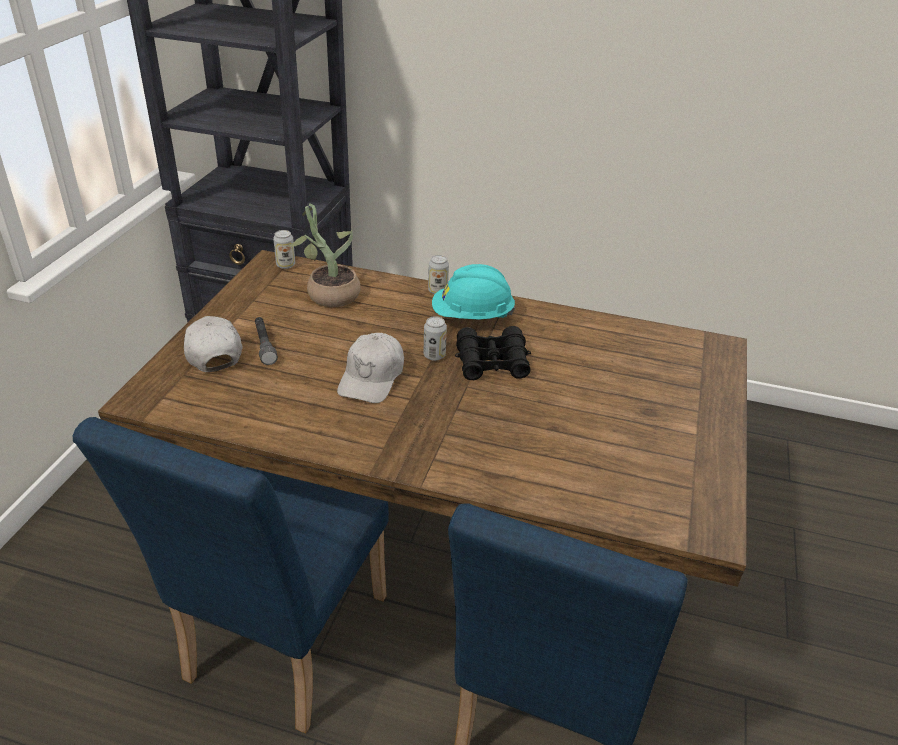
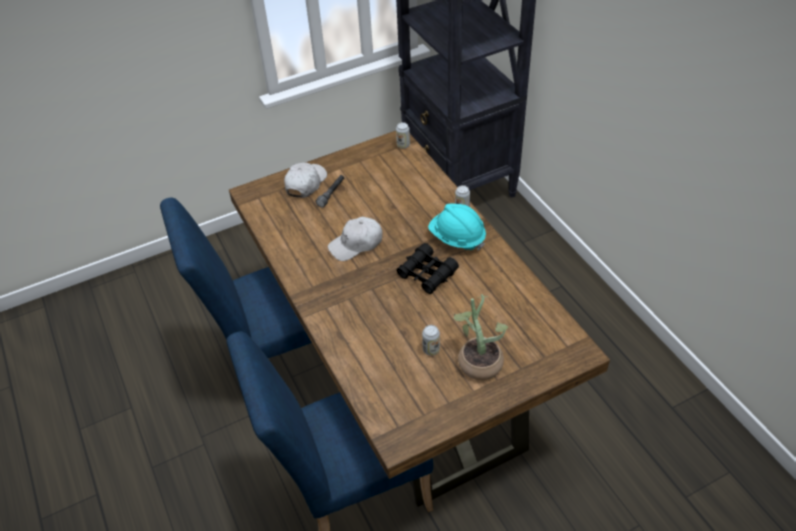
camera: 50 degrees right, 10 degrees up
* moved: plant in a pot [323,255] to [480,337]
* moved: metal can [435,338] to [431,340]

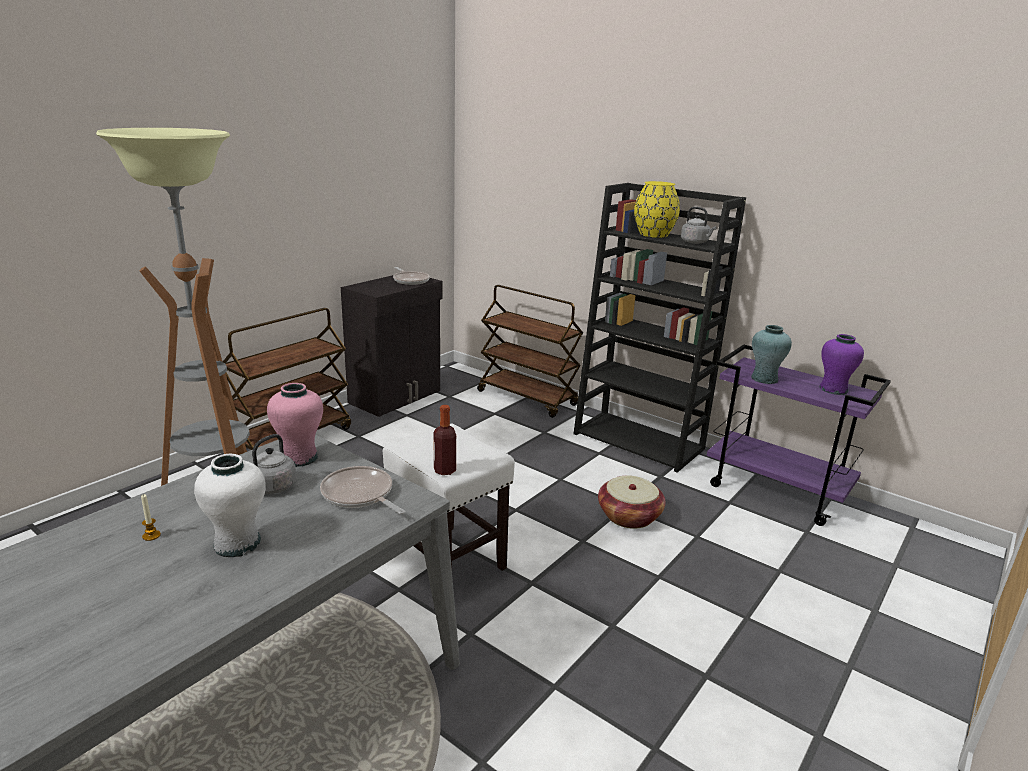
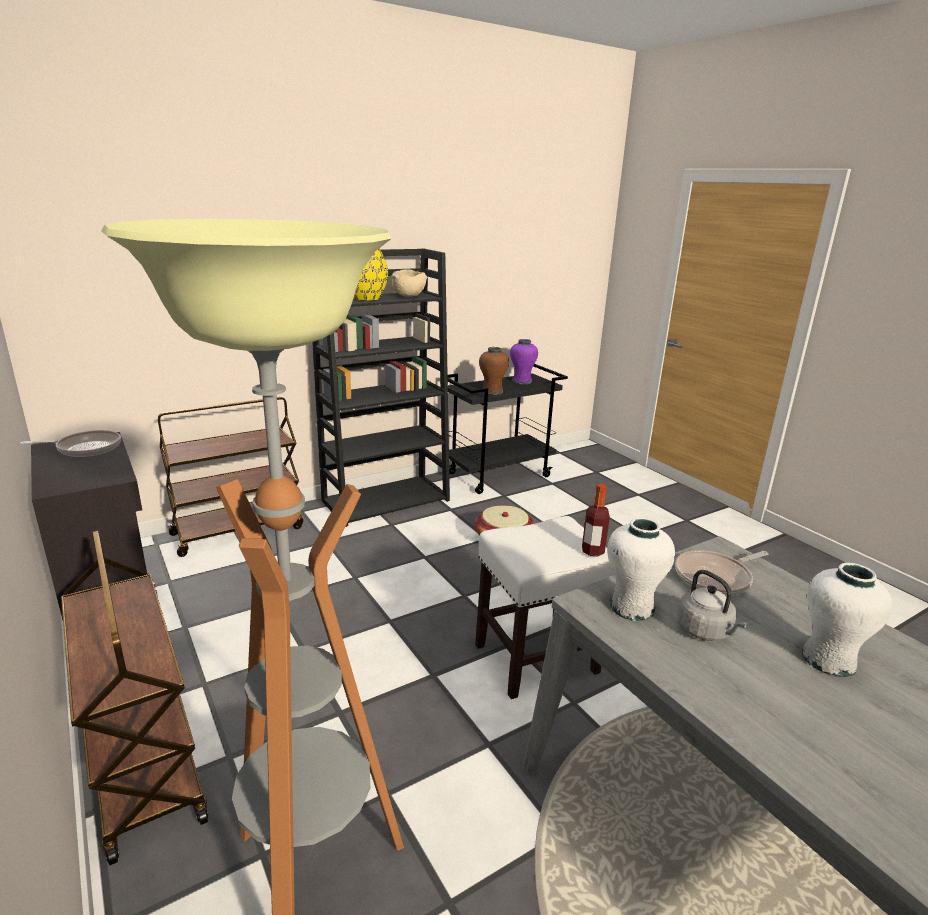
camera: 70 degrees left, 0 degrees up
* removed: candle [151,517]
* replaced: grey water kettle [699,225] to sand-coloured deep dish [409,283]
* recoloured: pink-coloured flower vase [295,425] to white flower vase [641,569]
* recoloured: purplish trolley [799,435] to blackish trolley [508,429]
* recoloured: turquoise flower vase [771,354] to brownish flower vase [494,371]

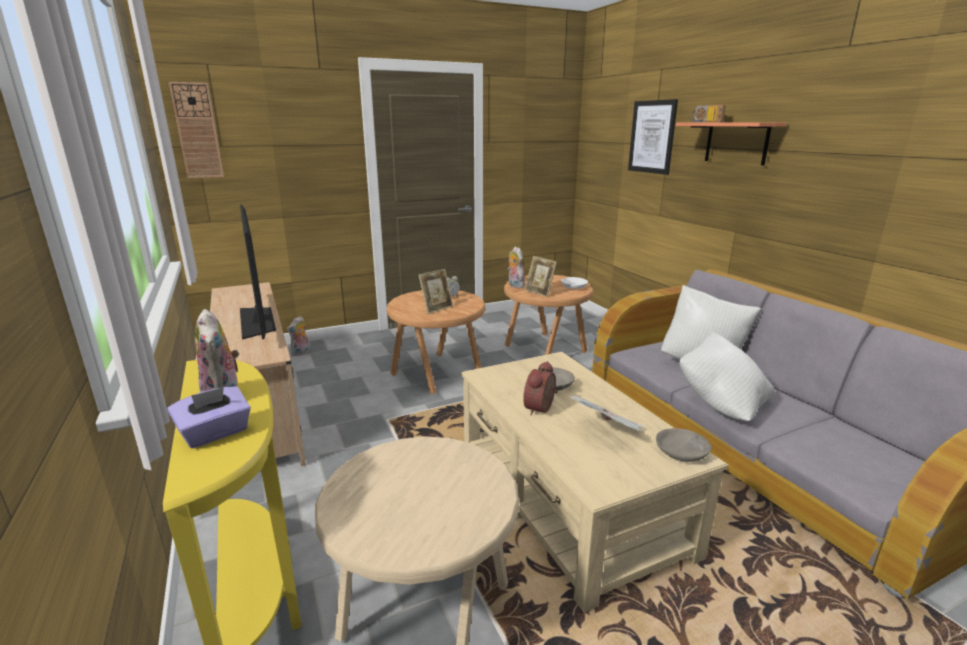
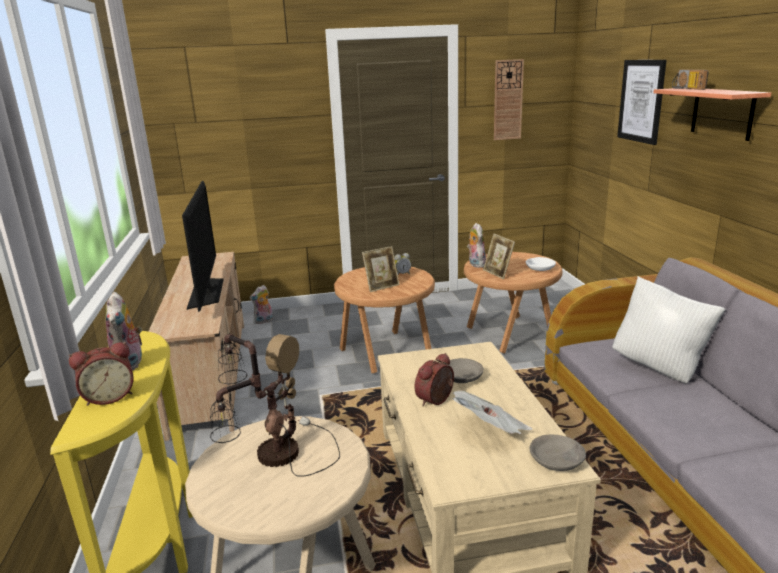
camera: 15 degrees right, 0 degrees up
* removed: white pillow [727,376]
* added: lamp for a table [275,405]
* moved: clock on the wall [196,130] to [509,99]
* replaced: purplish tissue box [209,417] to alarm clock [101,374]

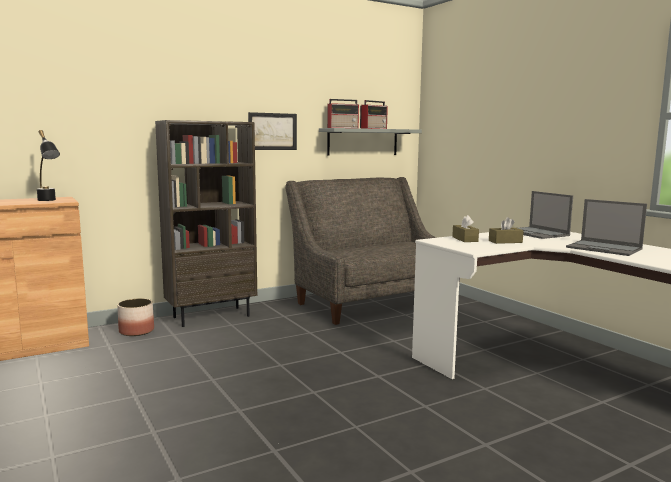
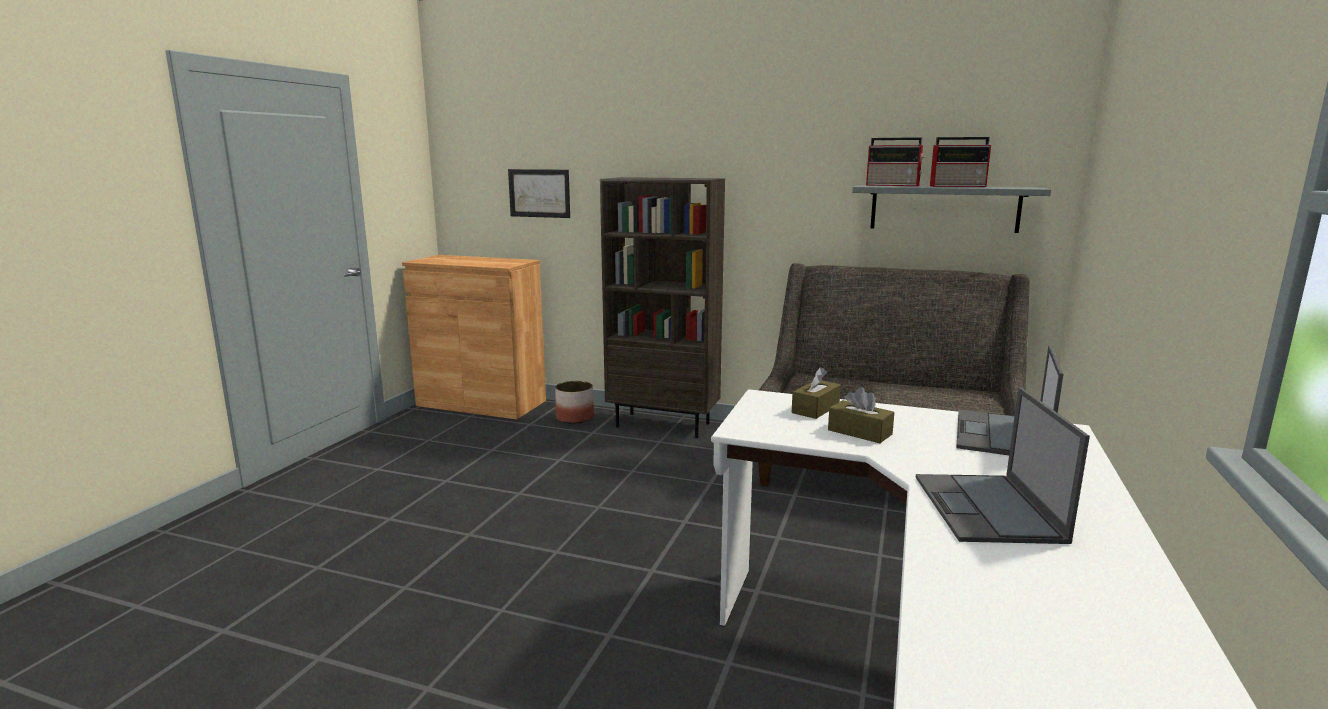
camera: 50 degrees right, 5 degrees up
* removed: blackish lamp for a table [48,165]
* moved: wall picture [272,131] to [539,193]

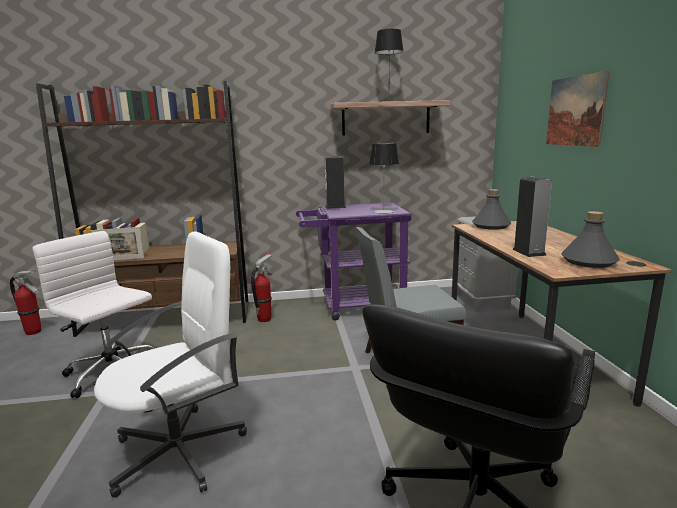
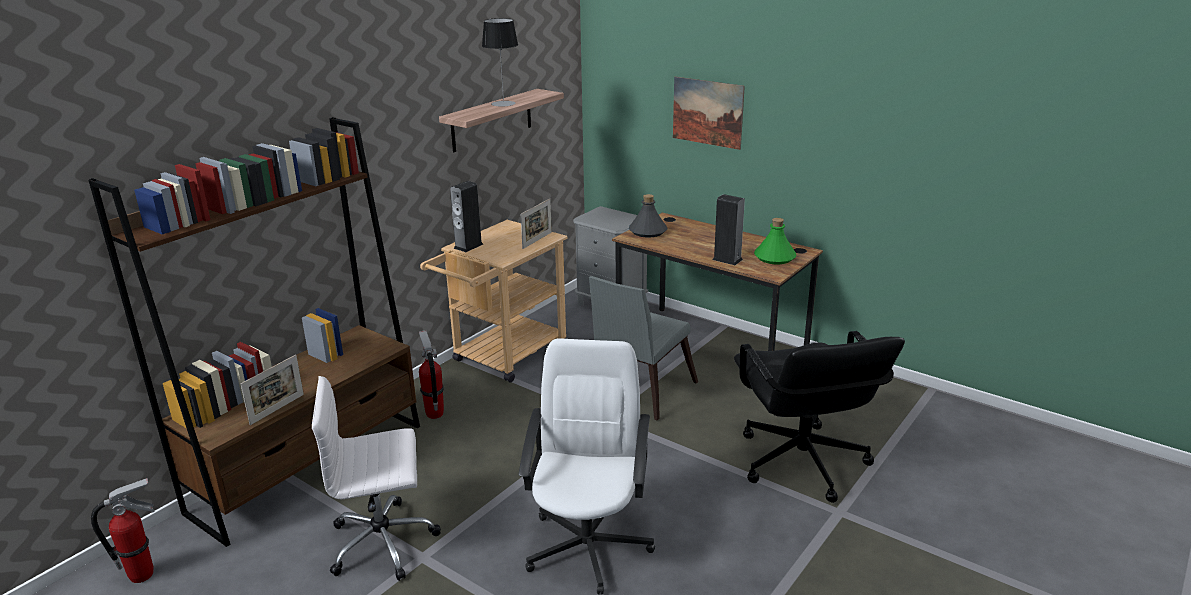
camera: 45 degrees left, 10 degrees up
* replaced: lamp for a table [384,178] to photo frame [536,224]
* recoloured: purplish trolley [353,261] to sand-coloured trolley [494,301]
* recoloured: grey beverage bottle [590,239] to green-coloured beverage bottle [775,241]

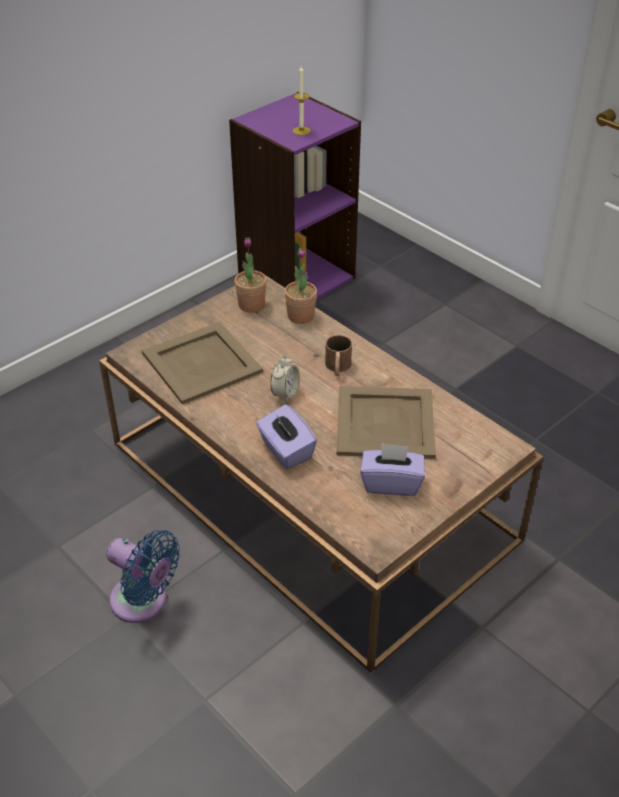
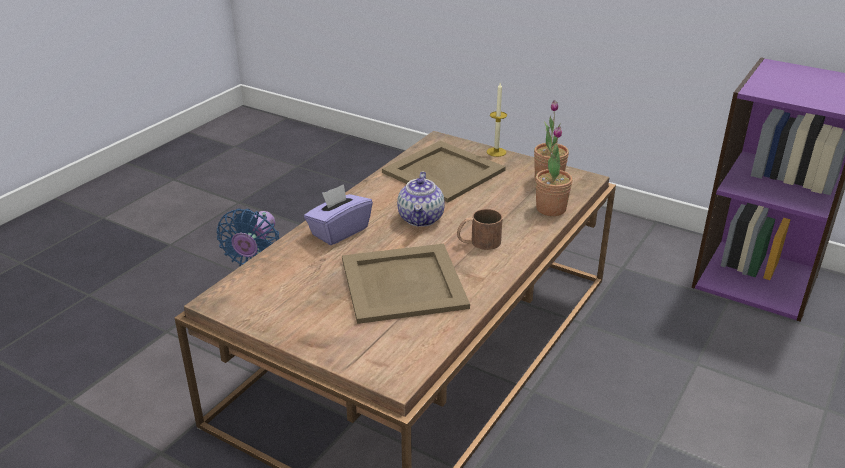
camera: 75 degrees right, 10 degrees down
* removed: purplish tissue box [392,469]
* moved: candle [302,100] to [497,120]
* replaced: alarm clock [285,378] to tea pot [421,199]

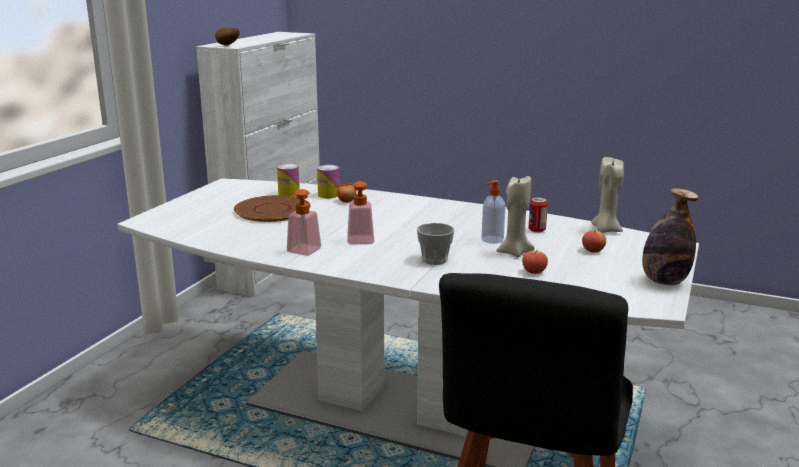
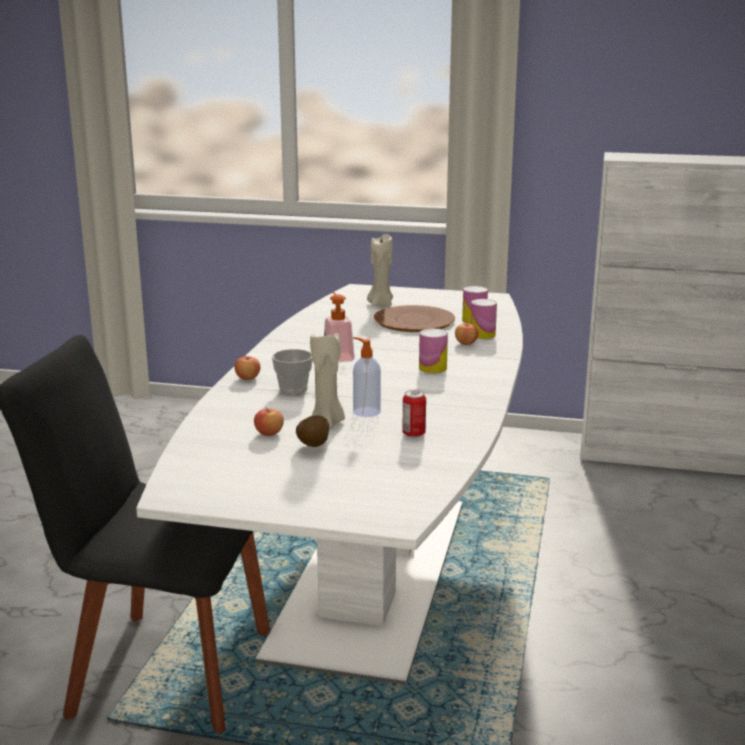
camera: 80 degrees right, 0 degrees up
* removed: soap dispenser [304,222]
* removed: beverage bottle [670,236]
* added: metal can [433,351]
* moved: spud [227,36] to [312,431]
* moved: whole apple [594,241] to [247,367]
* moved: sand-coloured candle [607,195] to [380,270]

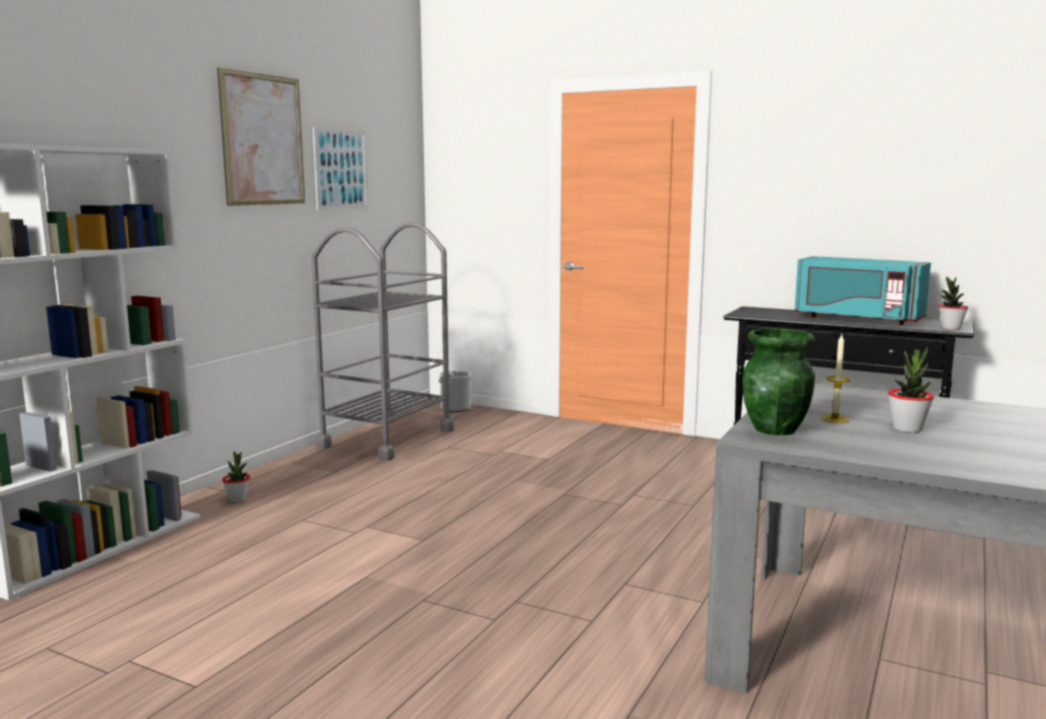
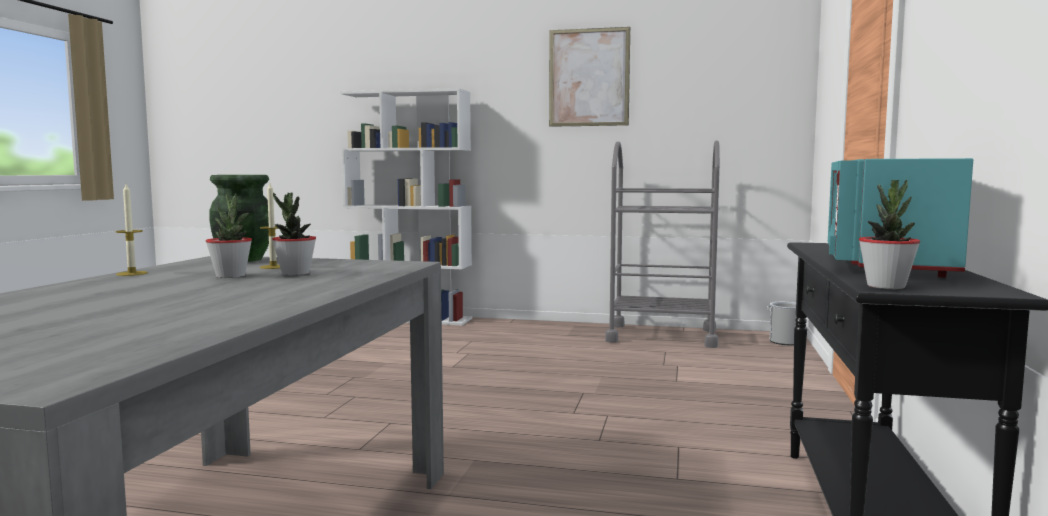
camera: 75 degrees right, 5 degrees down
* removed: wall picture [340,168]
* added: candle [131,230]
* moved: plant in a pot [236,476] to [294,234]

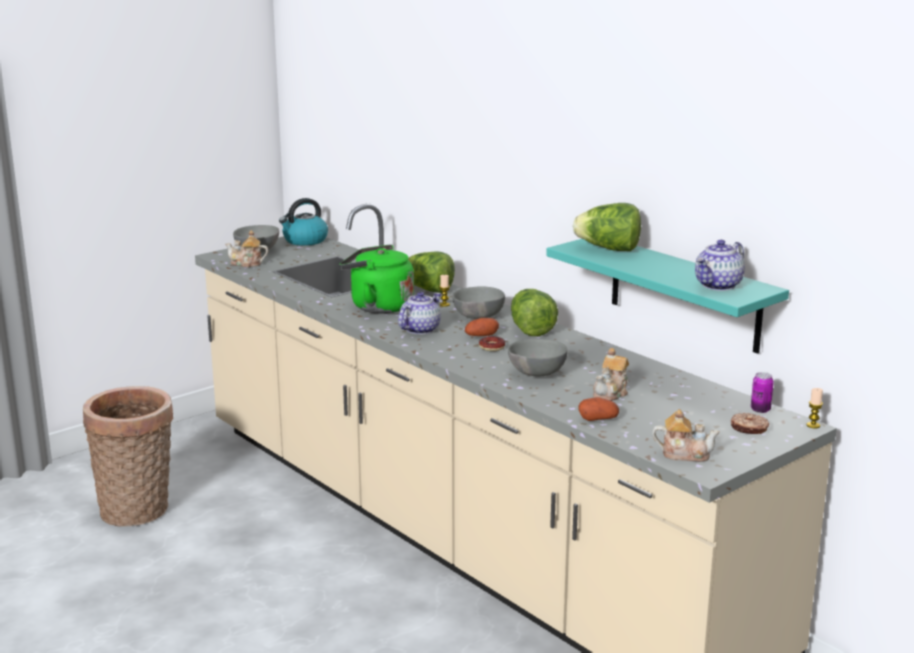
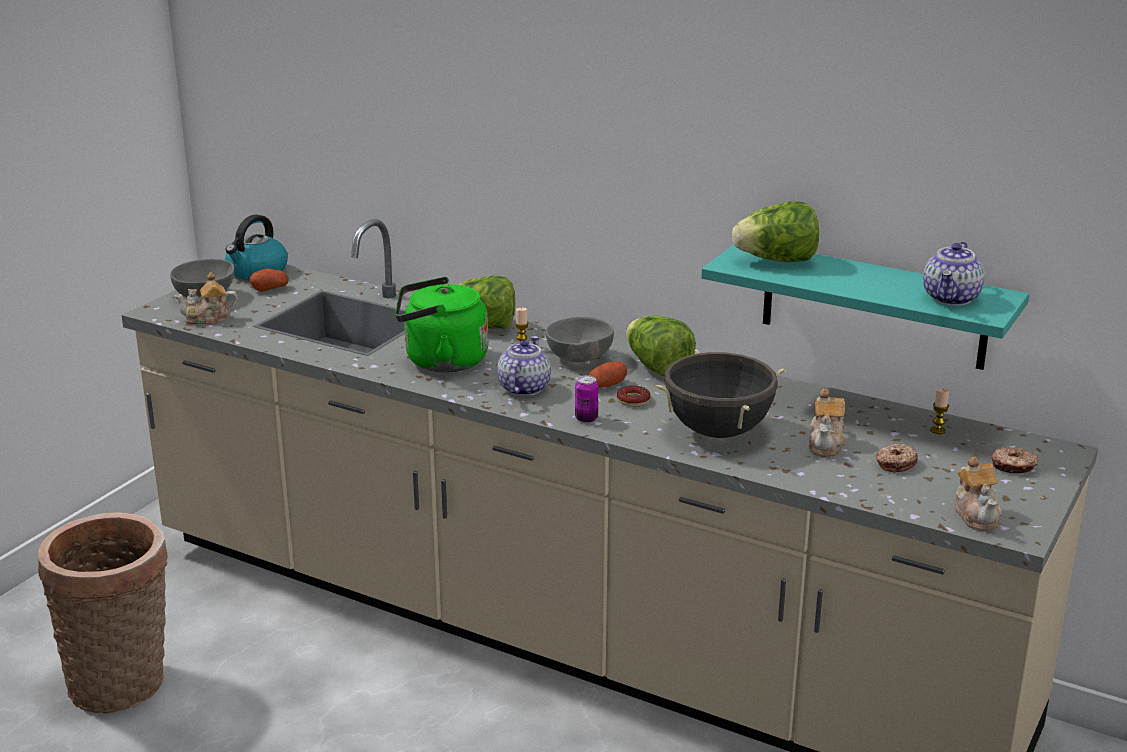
camera: 20 degrees left, 5 degrees up
* added: ring doughnut [896,458]
* moved: spud [598,409] to [269,280]
* moved: metal can [762,392] to [586,399]
* moved: candle [815,408] to [939,411]
* replaced: grey deep dish [538,357] to blackish stockpot [720,393]
* turned: tea pot [686,435] = [978,493] 90 degrees clockwise

